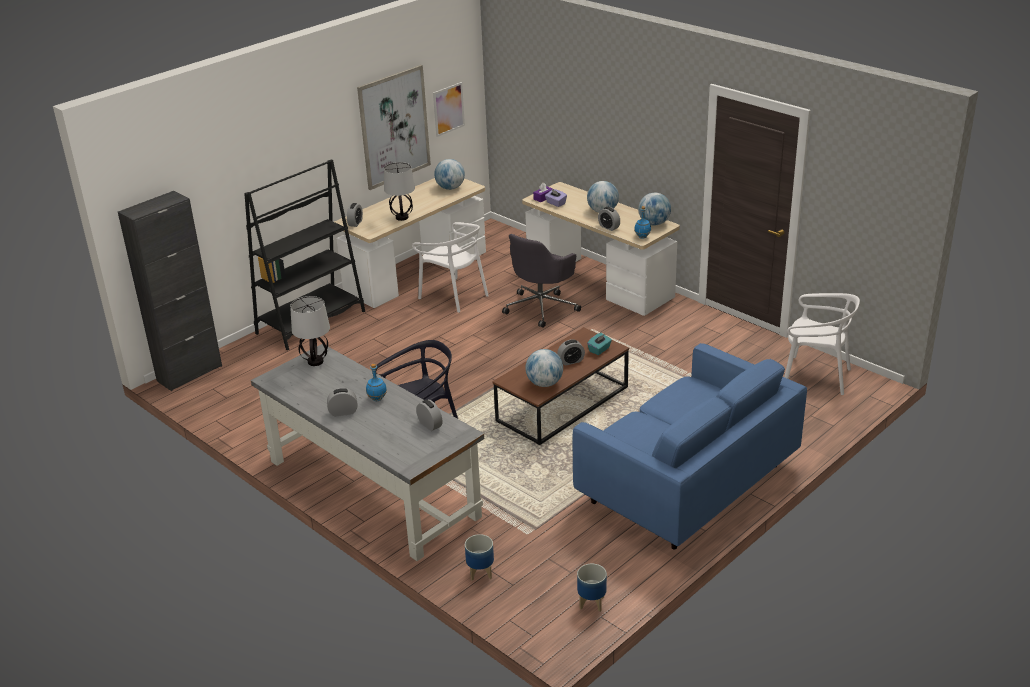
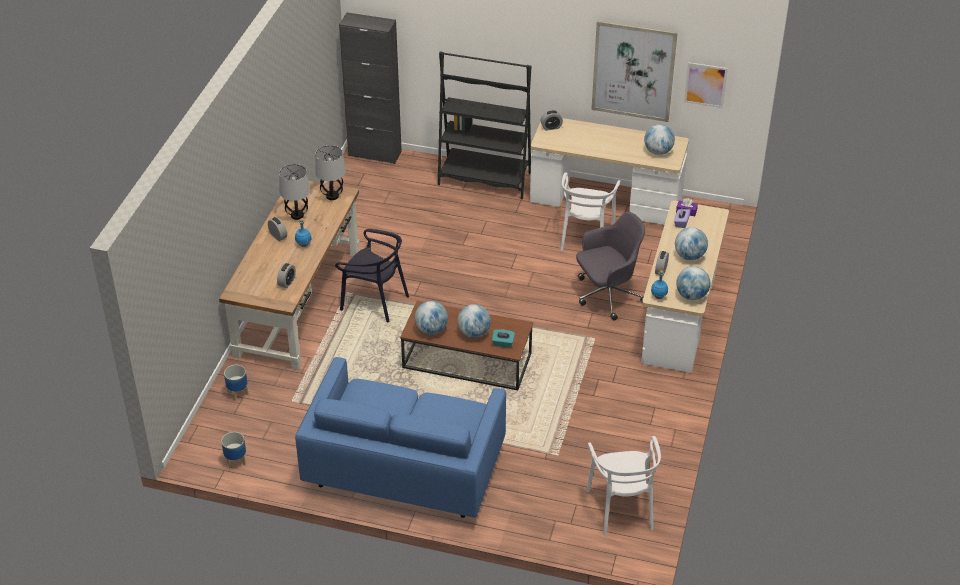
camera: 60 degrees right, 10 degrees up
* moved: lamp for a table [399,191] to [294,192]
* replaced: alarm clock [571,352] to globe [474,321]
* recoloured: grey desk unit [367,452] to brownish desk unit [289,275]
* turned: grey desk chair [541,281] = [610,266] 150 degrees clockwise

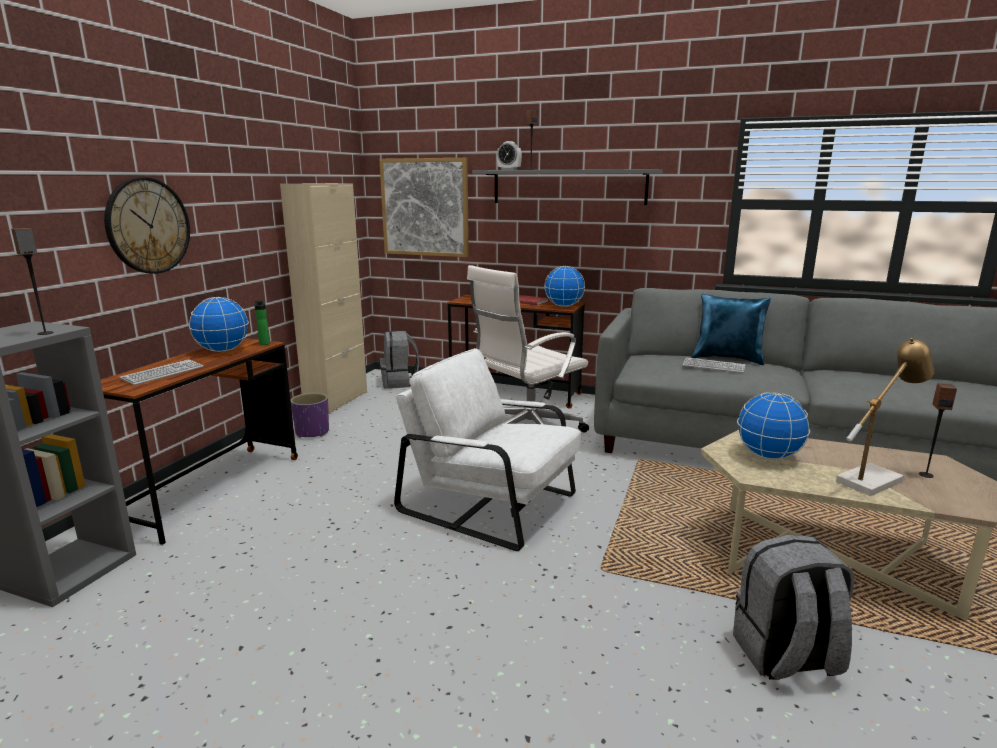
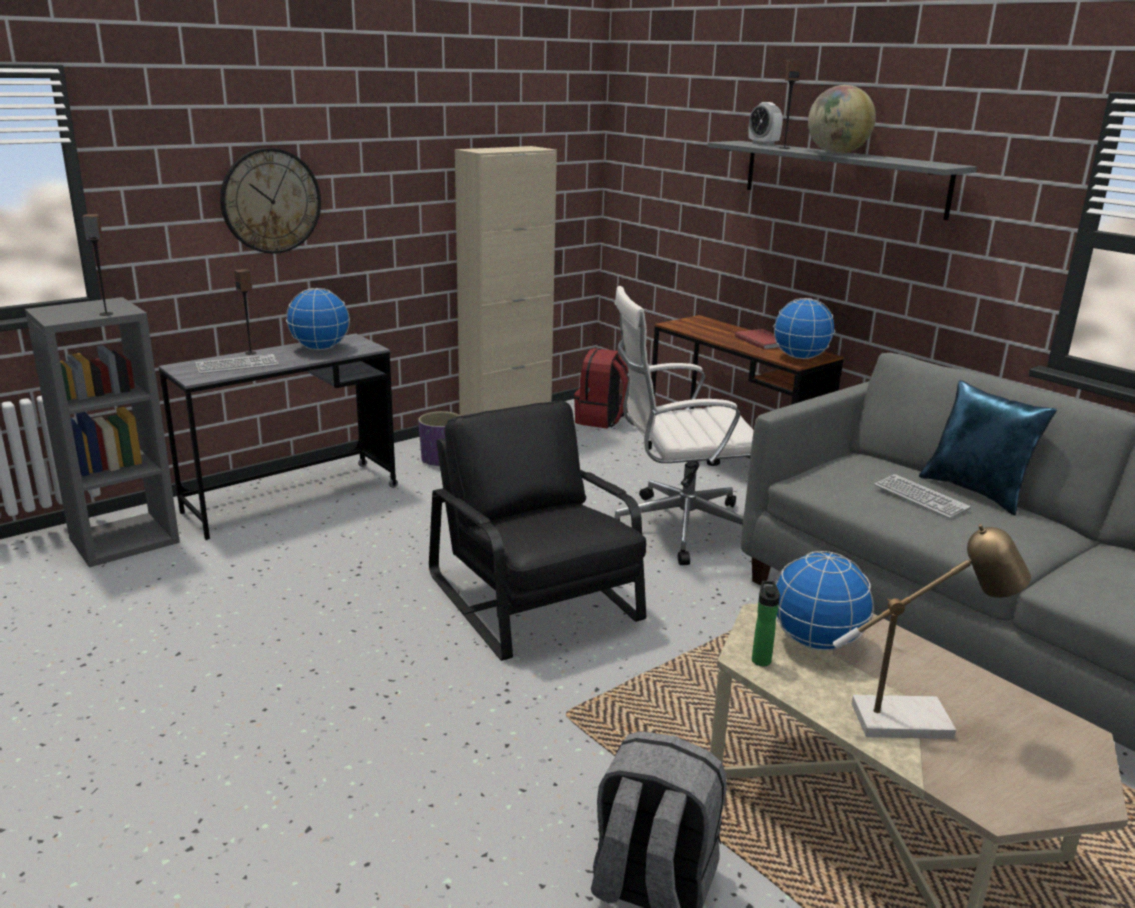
camera: 30 degrees right, 5 degrees up
* removed: wall picture [424,207]
* added: globe [842,119]
* moved: beverage bottle [262,322] to [766,623]
* moved: loudspeaker [938,430] to [245,312]
* recoloured: brownish desk unit [199,441] to grey desk unit [278,437]
* recoloured: grey knapsack [399,360] to red knapsack [601,388]
* recoloured: white easy chair [487,449] to blackish easy chair [537,530]

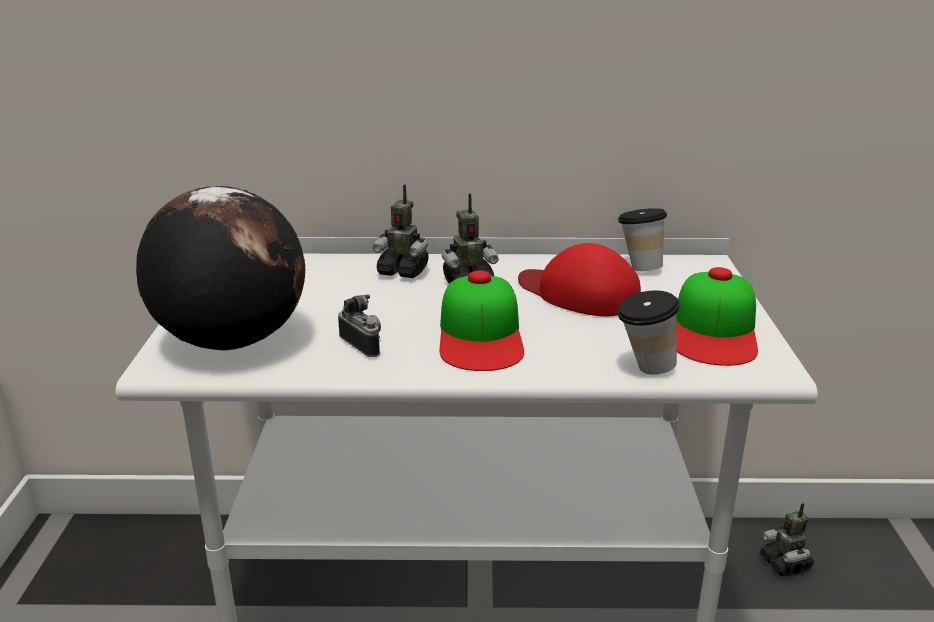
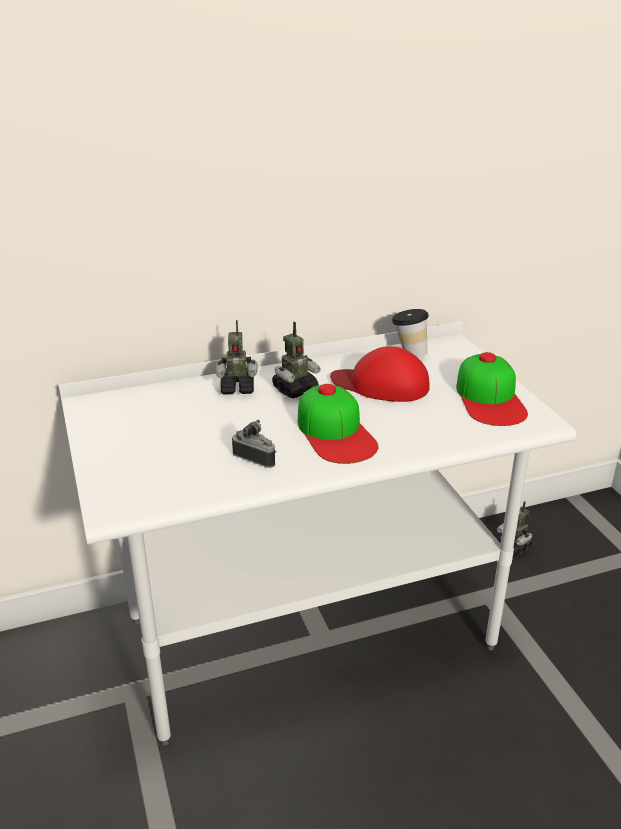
camera: 20 degrees left, 5 degrees up
* removed: globe [220,268]
* removed: cup [648,332]

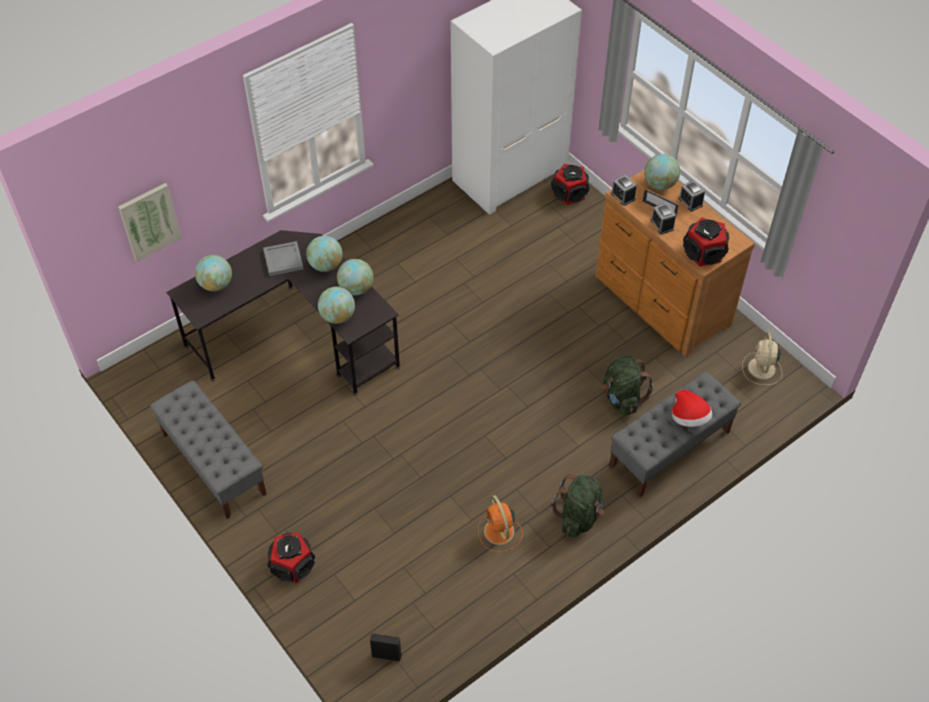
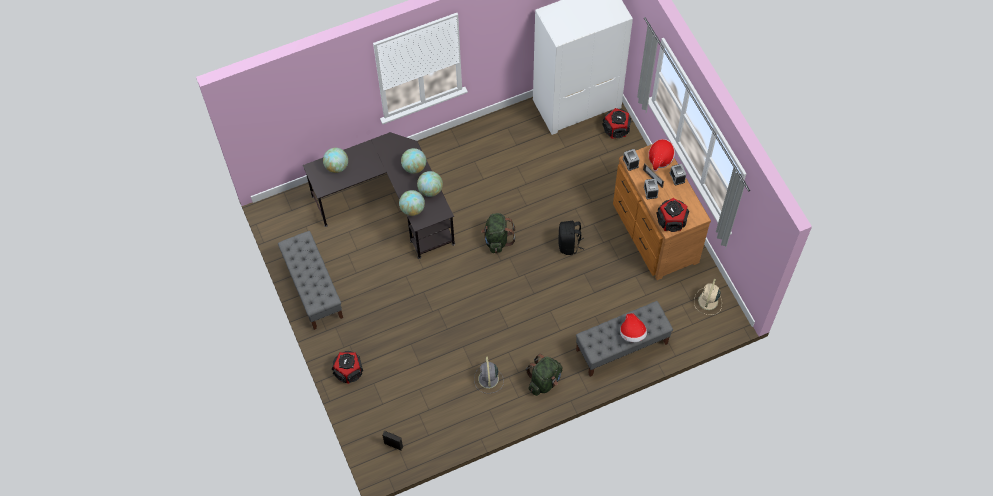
camera: 15 degrees right, 10 degrees up
* removed: wall picture [150,222]
* removed: grey carrying tray [283,258]
* added: blackish knapsack [571,238]
* moved: green-coloured knapsack [628,385] to [498,233]
* replaced: globe [662,172] to wearable hat [661,155]
* recoloured: orangey fan [500,523] to grey fan [489,375]

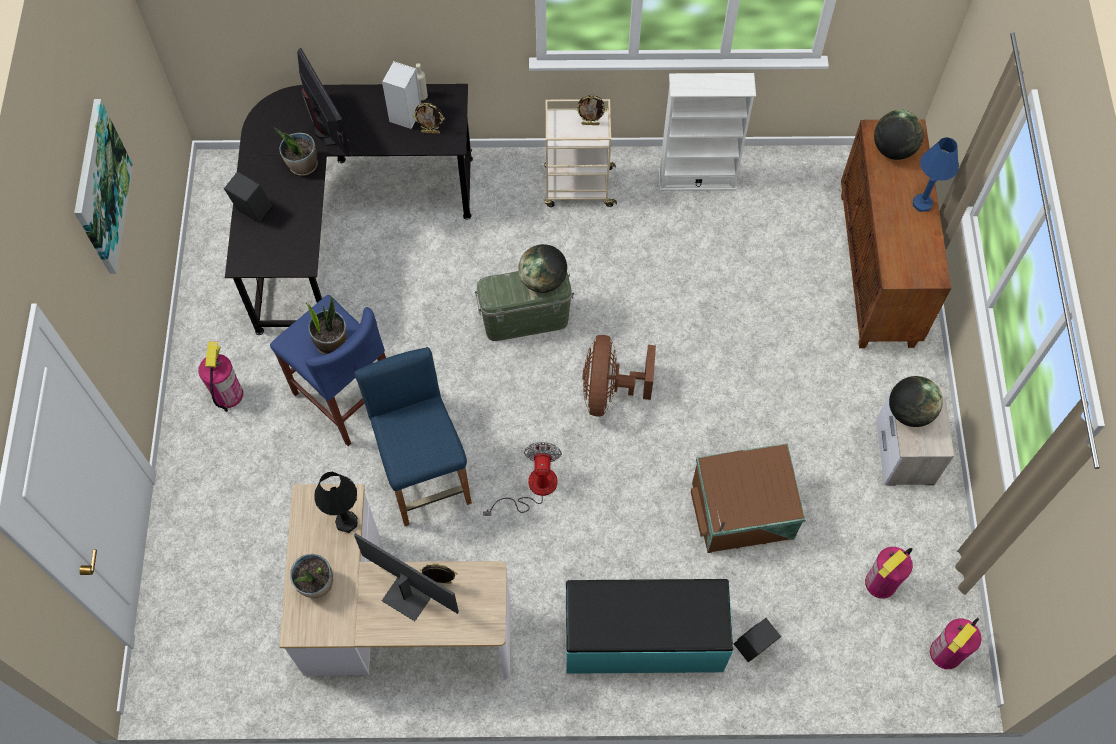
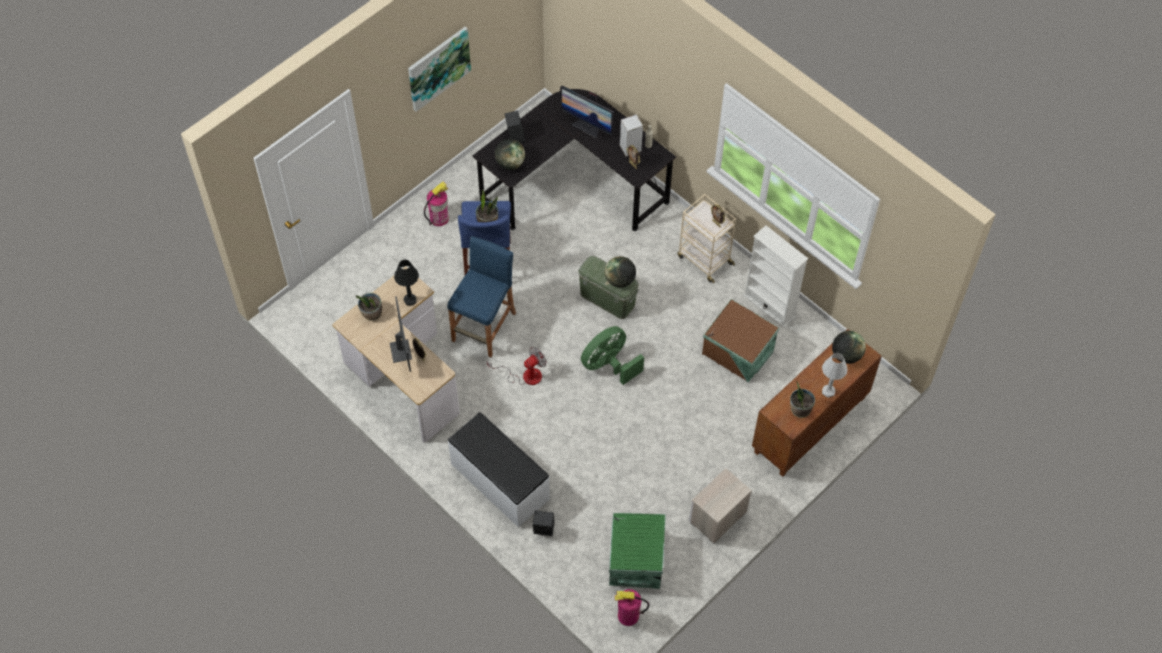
camera: 45 degrees right, 5 degrees down
* moved: plant in a pot [296,152] to [802,399]
* moved: brownish storage container [748,498] to [740,340]
* moved: globe [916,401] to [510,154]
* replaced: fire-fighting cylinder [889,573] to green-coloured storage container [637,551]
* recoloured: turquoise bench [649,626] to white bench [499,469]
* recoloured: brownish fan [619,376] to green-coloured fan [612,355]
* recoloured: blue lamp for a table [936,174] to white lamp for a table [835,375]
* turned: computer display [323,101] = [587,112] 105 degrees clockwise

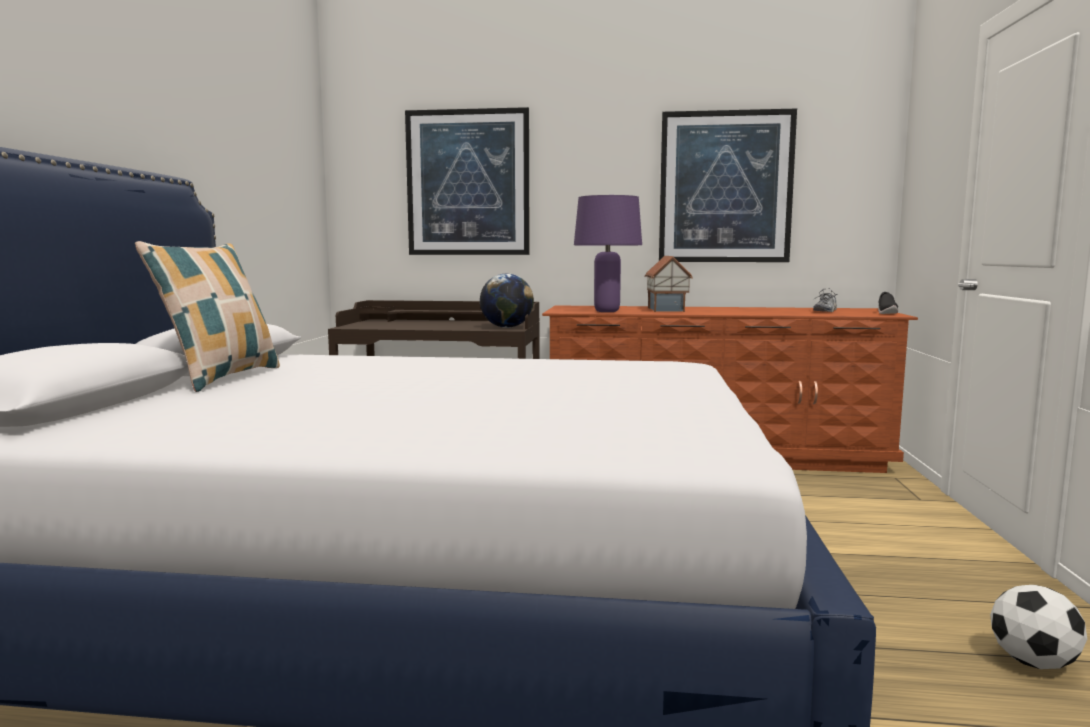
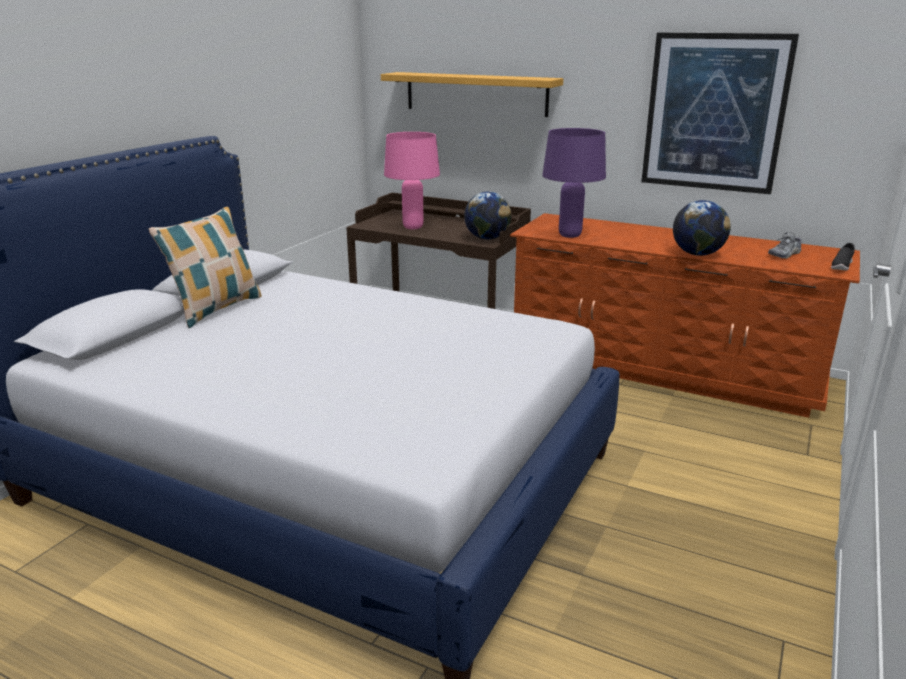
camera: 20 degrees right, 15 degrees up
* removed: toy house [669,284]
* removed: ball for football [1038,627]
* added: pink-coloured lamp for a table [412,180]
* added: globe [702,228]
* replaced: wall picture [467,181] to wall shelf [472,94]

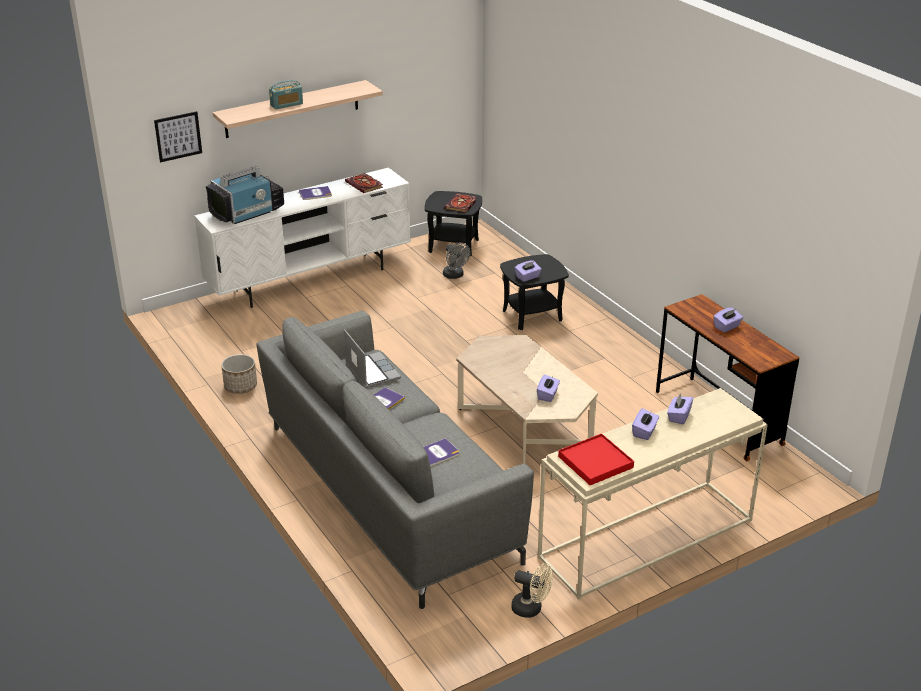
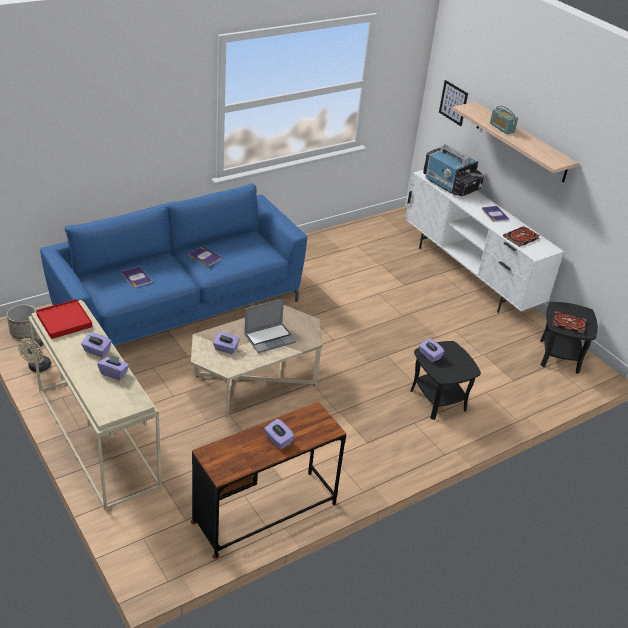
camera: 85 degrees right, 5 degrees up
* removed: grey fan [457,260]
* moved: planter [239,374] to [21,321]
* moved: notebook computer [372,358] to [270,325]
* recoloured: grey settee [395,460] to blue settee [173,264]

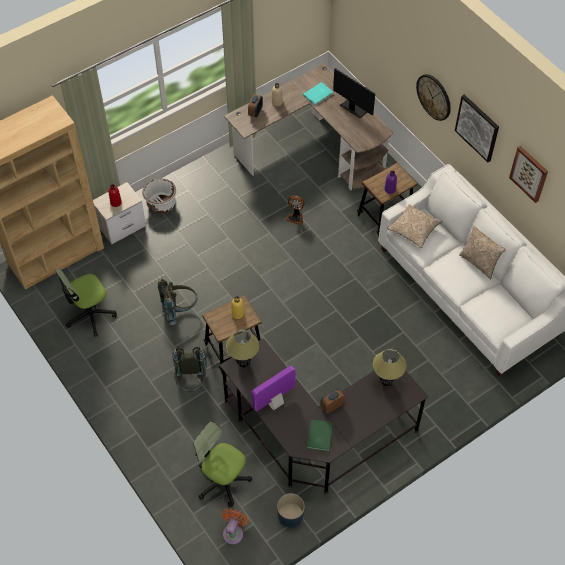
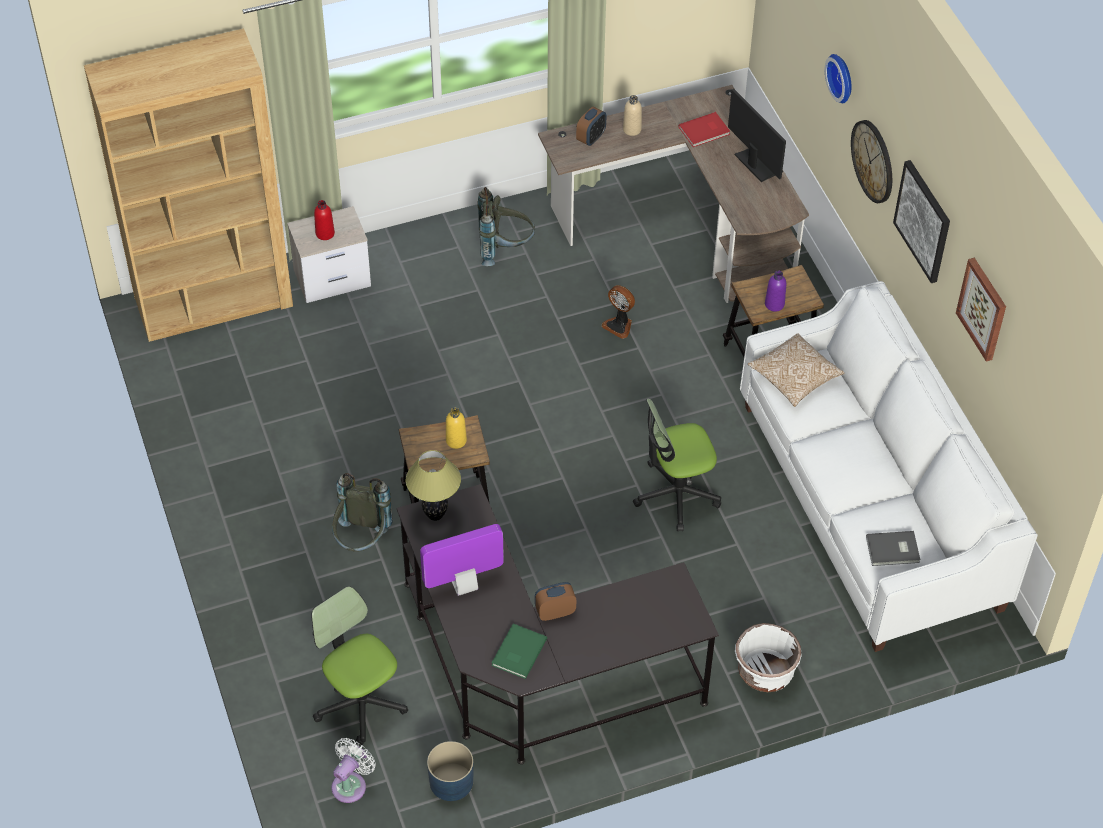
camera: 15 degrees right, 5 degrees down
* removed: lamp for a table [389,367]
* removed: pillow [482,253]
* added: clock on the wall [838,78]
* added: grey bound book [893,548]
* moved: desk chair [86,302] to [677,465]
* moved: white planter [159,195] to [768,657]
* moved: grey knapsack [178,302] to [506,226]
* recoloured: orangey fan [235,527] to white fan [353,770]
* recoloured: turquoise bound book [318,94] to red bound book [704,129]

